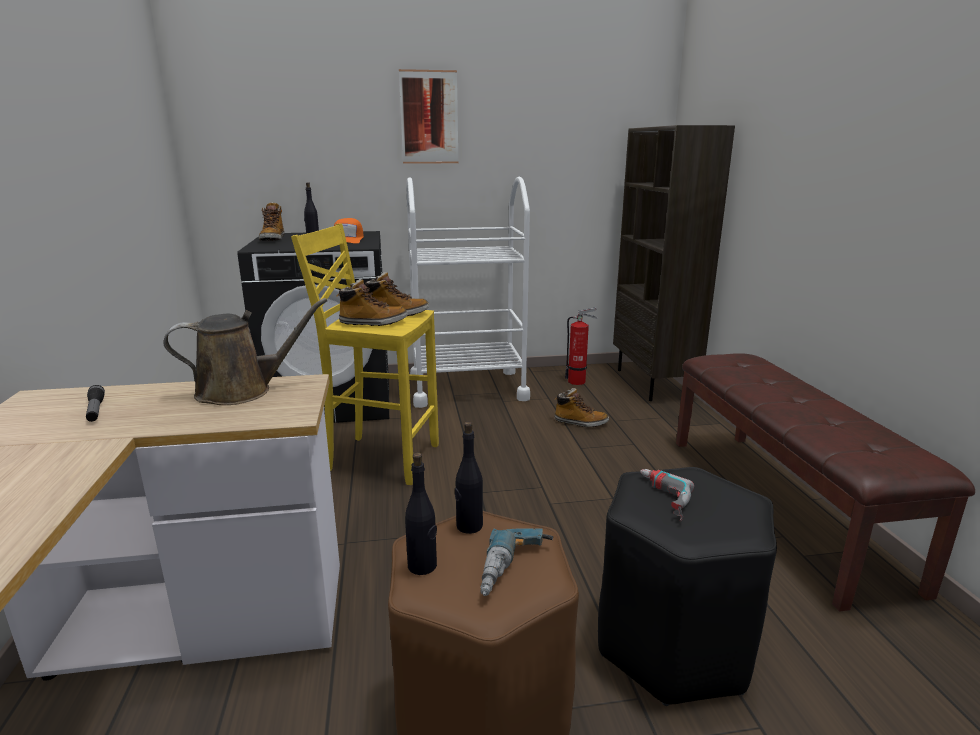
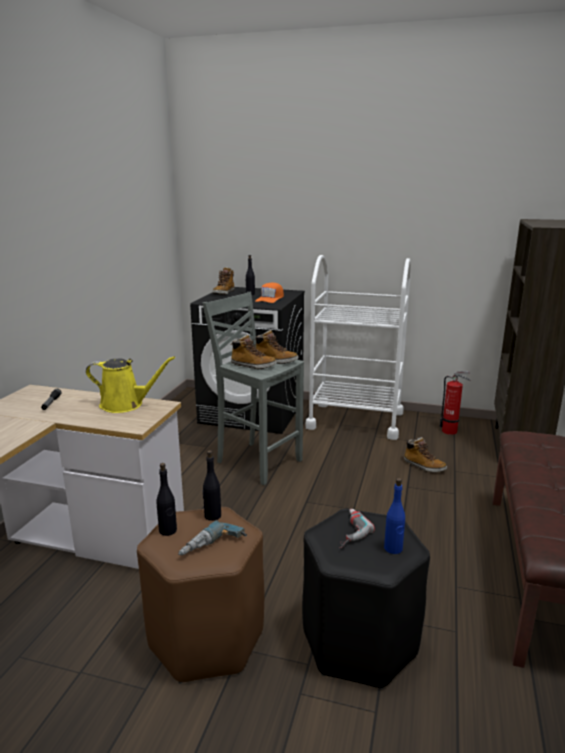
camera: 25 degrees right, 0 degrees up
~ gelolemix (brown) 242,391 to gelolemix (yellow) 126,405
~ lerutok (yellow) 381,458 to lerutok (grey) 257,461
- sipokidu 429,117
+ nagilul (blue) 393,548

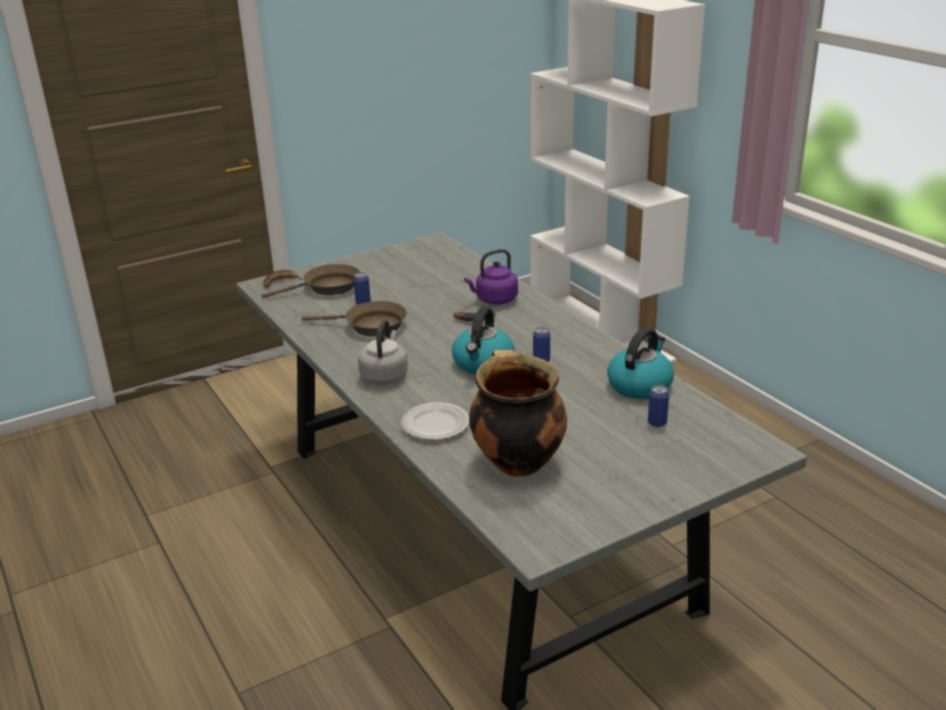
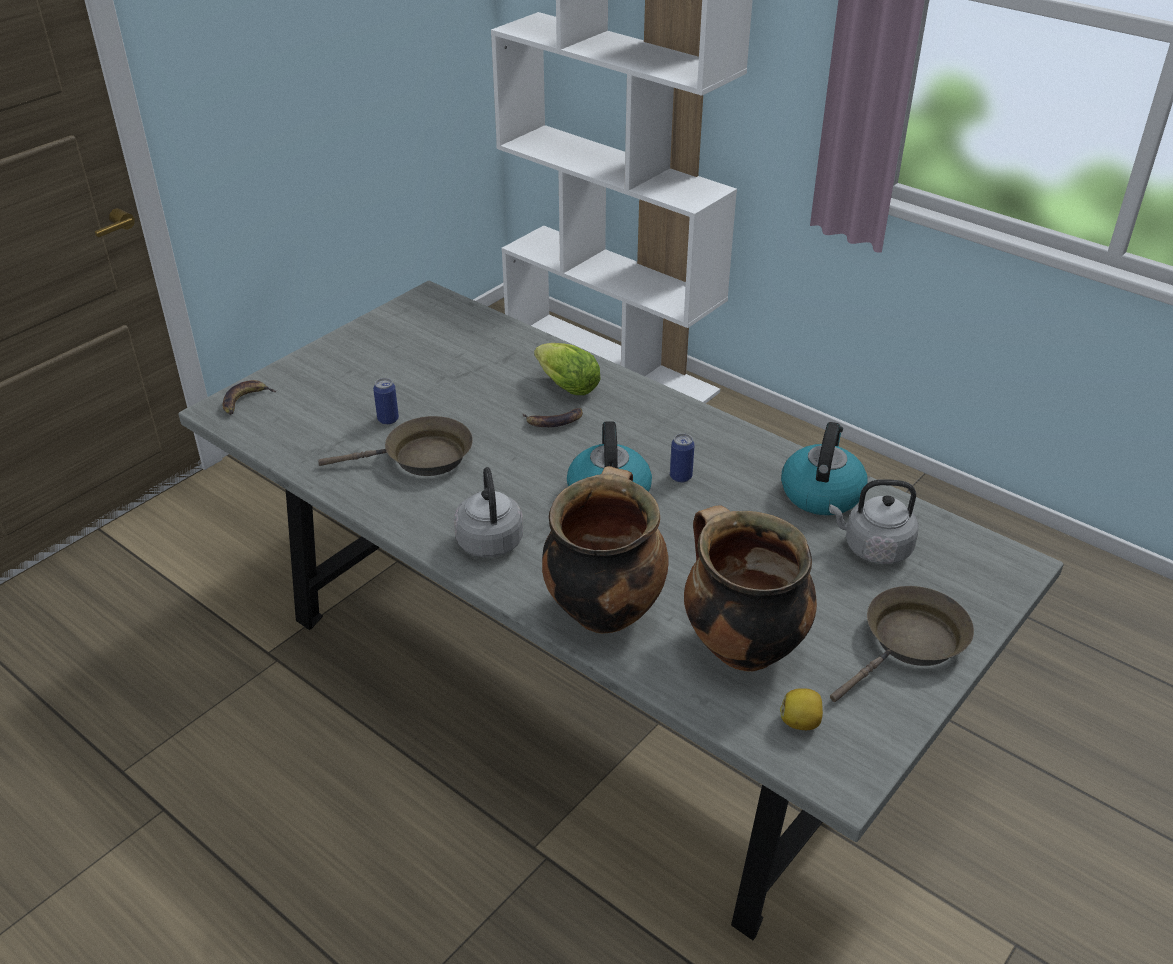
camera: 20 degrees left, 10 degrees up
~ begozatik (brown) 327,287 to 910,643
~ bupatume 435,424 to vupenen 603,609
~ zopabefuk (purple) 494,300 to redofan 564,385
~ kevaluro 657,423 to zopabefuk (grey) 873,548
+ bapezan 800,722

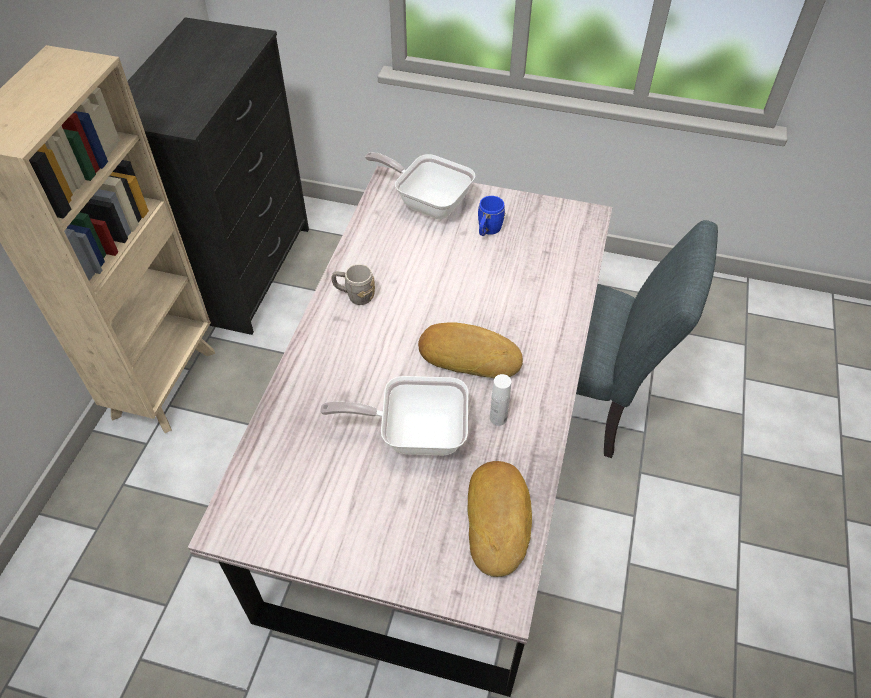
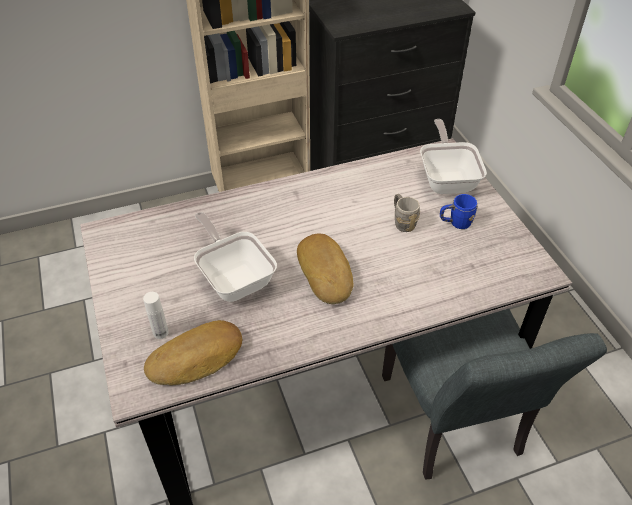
camera: 55 degrees right, 5 degrees down
~ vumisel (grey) 355,295 to 402,222
~ nagilul (white) 498,418 to 160,332

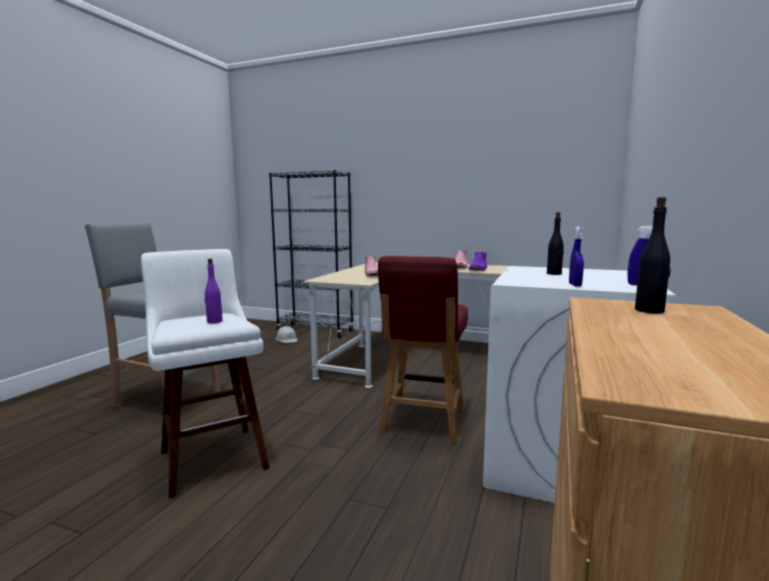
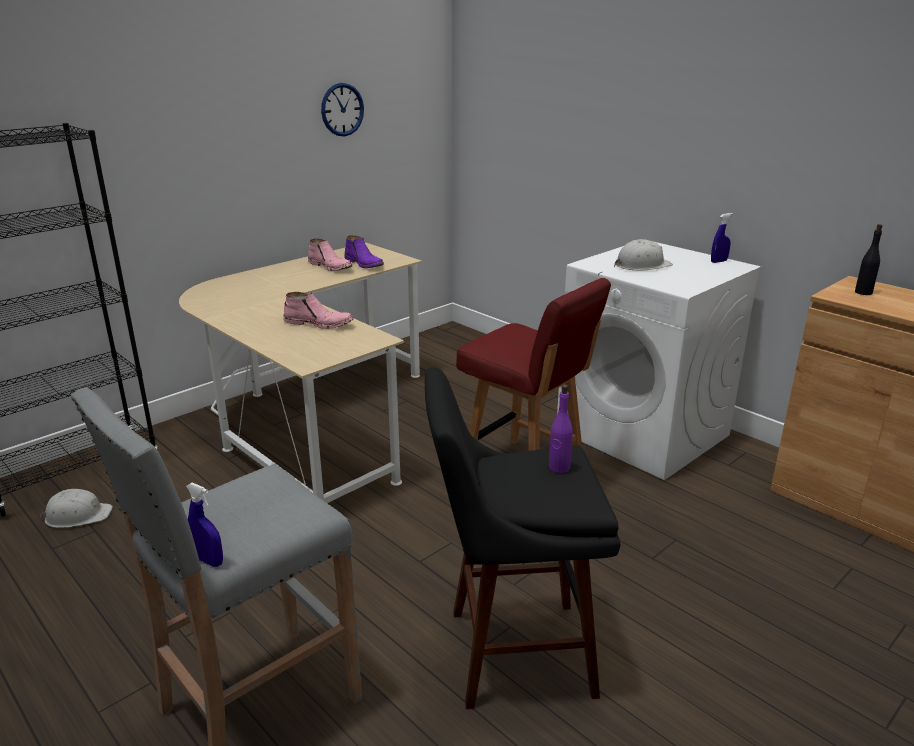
camera: 65 degrees left, 15 degrees up
~ lerutok (white) 212,455 to lerutok (black) 509,653
~ nagilul (black) 554,274 to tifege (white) 641,265
~ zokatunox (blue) 575,285 to 209,561
+ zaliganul 342,109

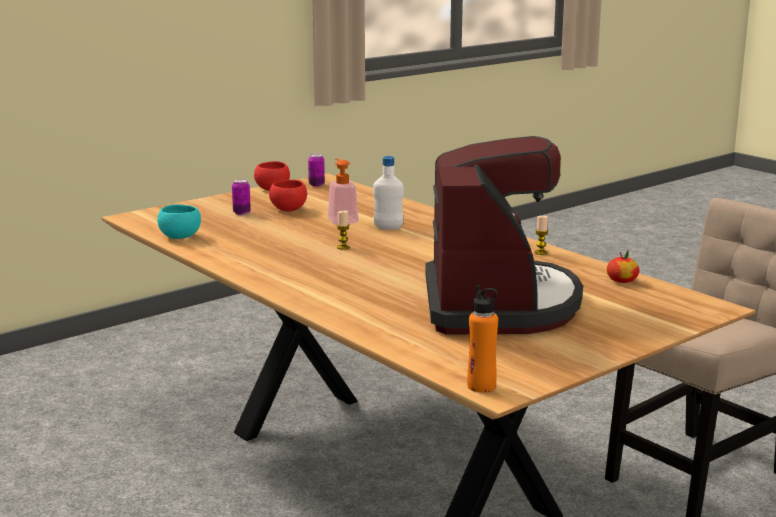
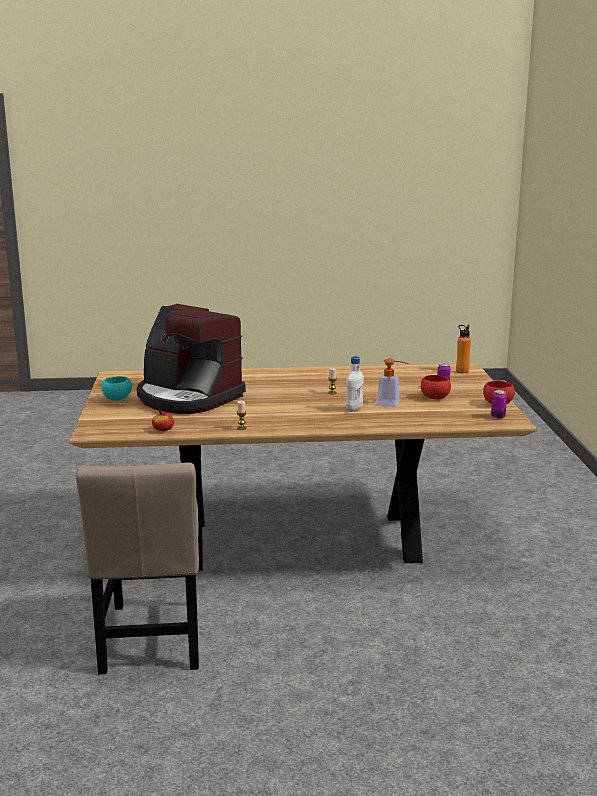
camera: 125 degrees right, 0 degrees up
~ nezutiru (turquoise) 180,237 to 117,399
~ nagilul (orange) 481,386 to 462,371

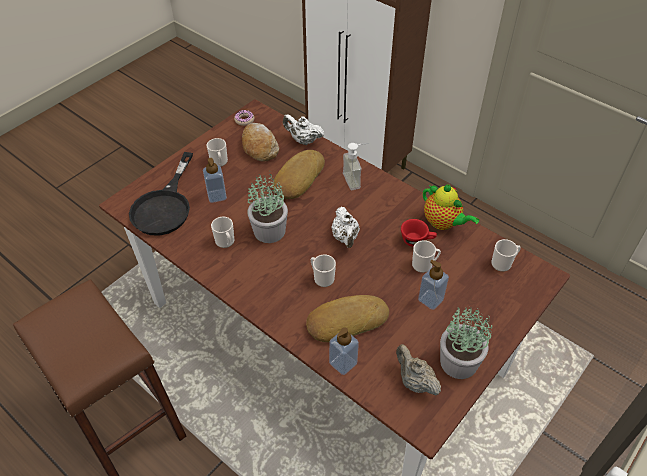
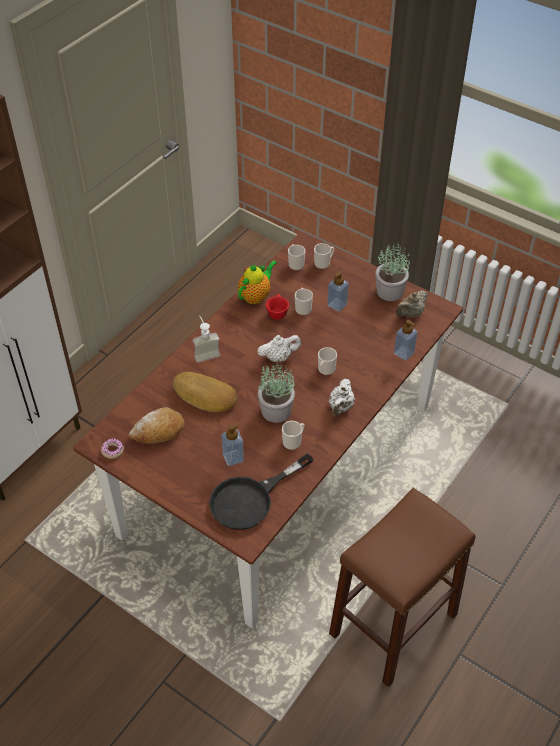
camera: 95 degrees left, 0 degrees up
~ begozatik (black) 165,206 = 250,499 135 degrees clockwise
~ vumisel 219,162 to 323,263
~ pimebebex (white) 303,140 to 341,407
- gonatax 346,320

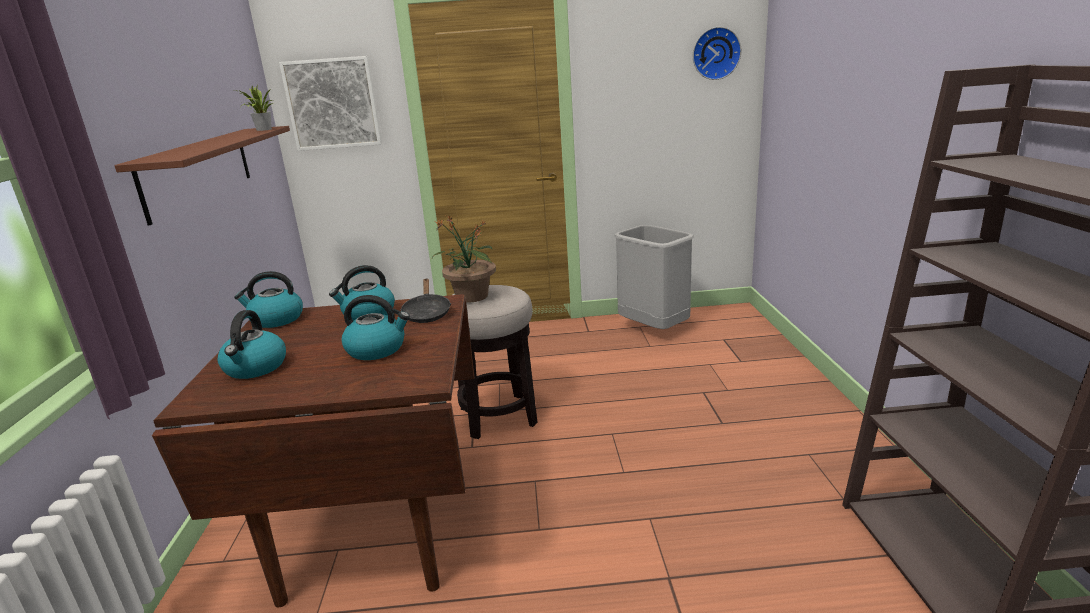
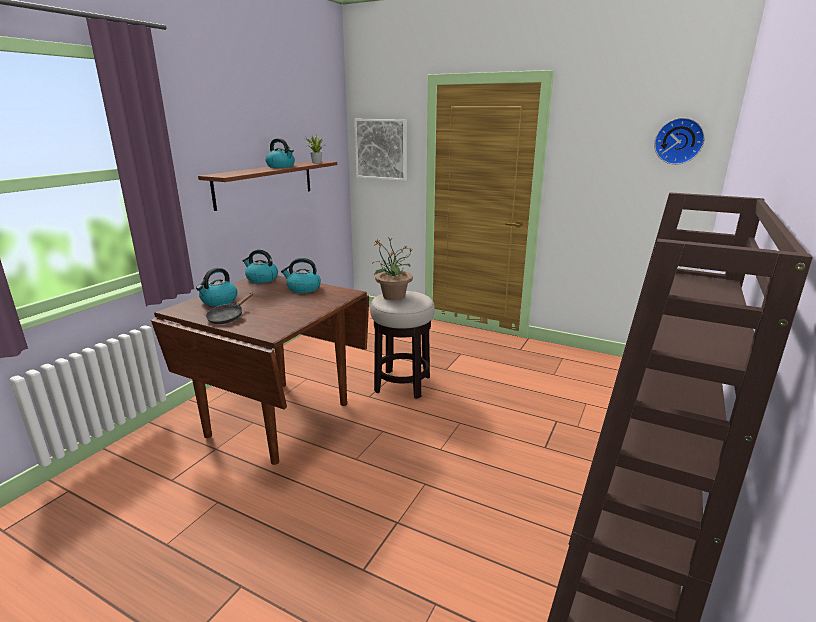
camera: 30 degrees right, 0 degrees up
~ zopabefuk 377,349 to 281,166
~ begozatik (black) 427,313 to 228,317
- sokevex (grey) 654,329

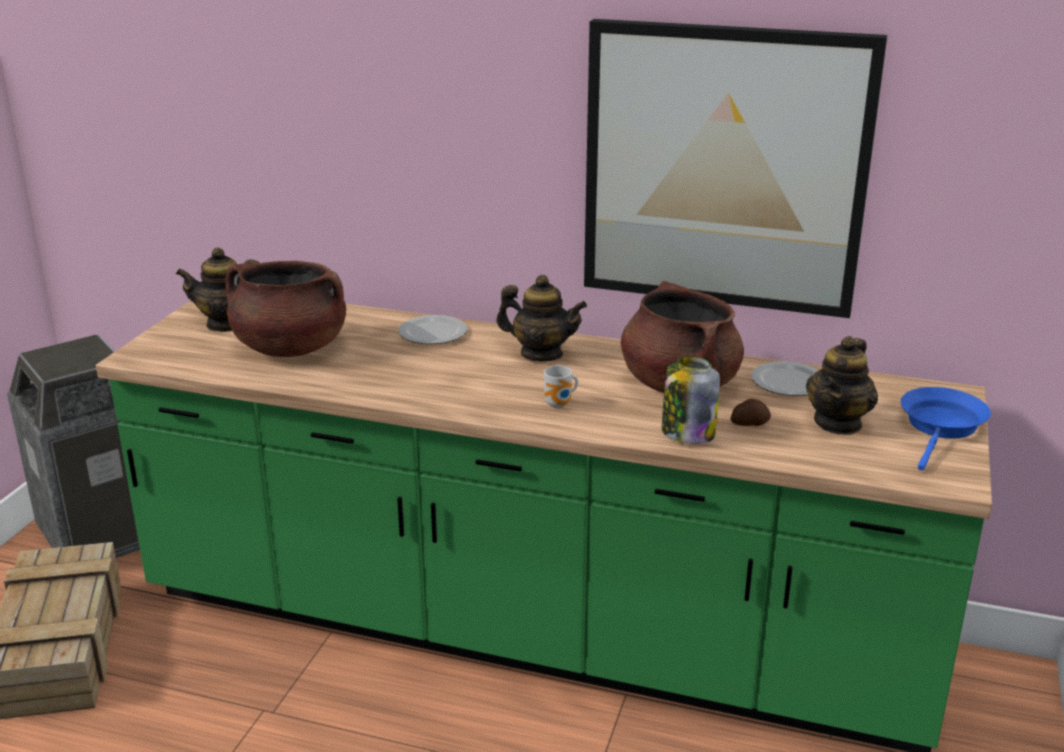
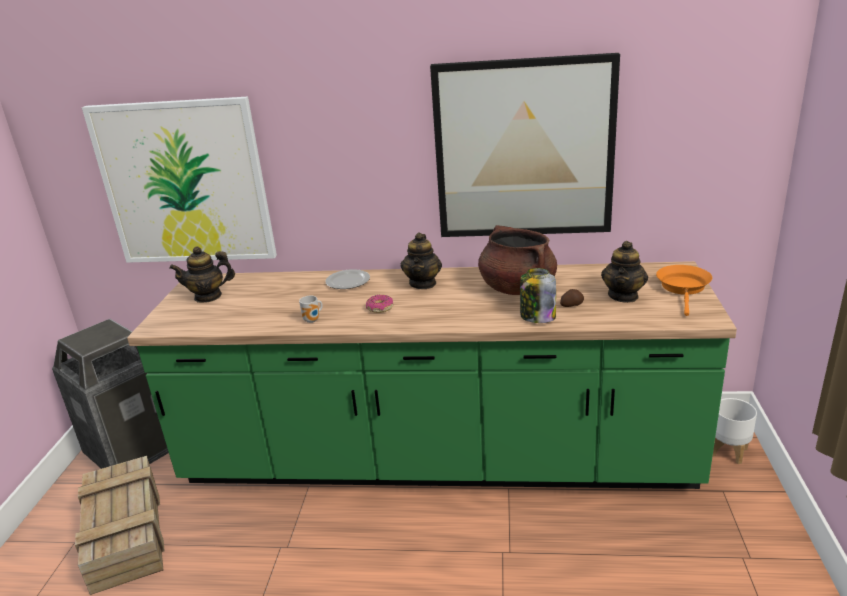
camera: 10 degrees left, 0 degrees up
- vupenen (brown) 289,348
~ pimebebex 541,354 = 423,283 90 degrees clockwise
~ vumisel 560,405 to 313,320
- bupatume 787,382
~ begozatik (blue) 941,427 to begozatik (orange) 683,288
+ sipokidu 185,183
+ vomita 380,308
+ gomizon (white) 729,452

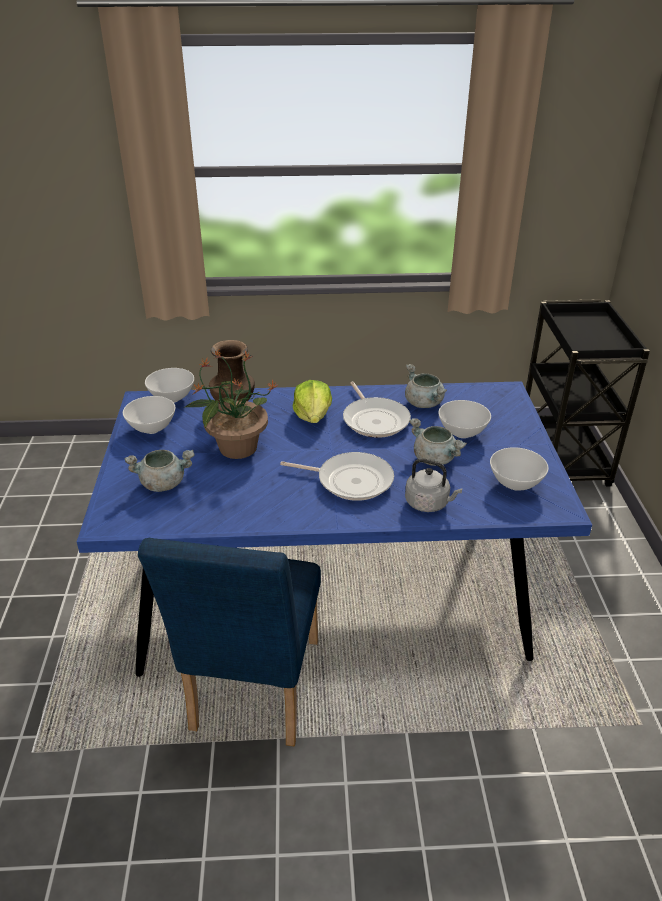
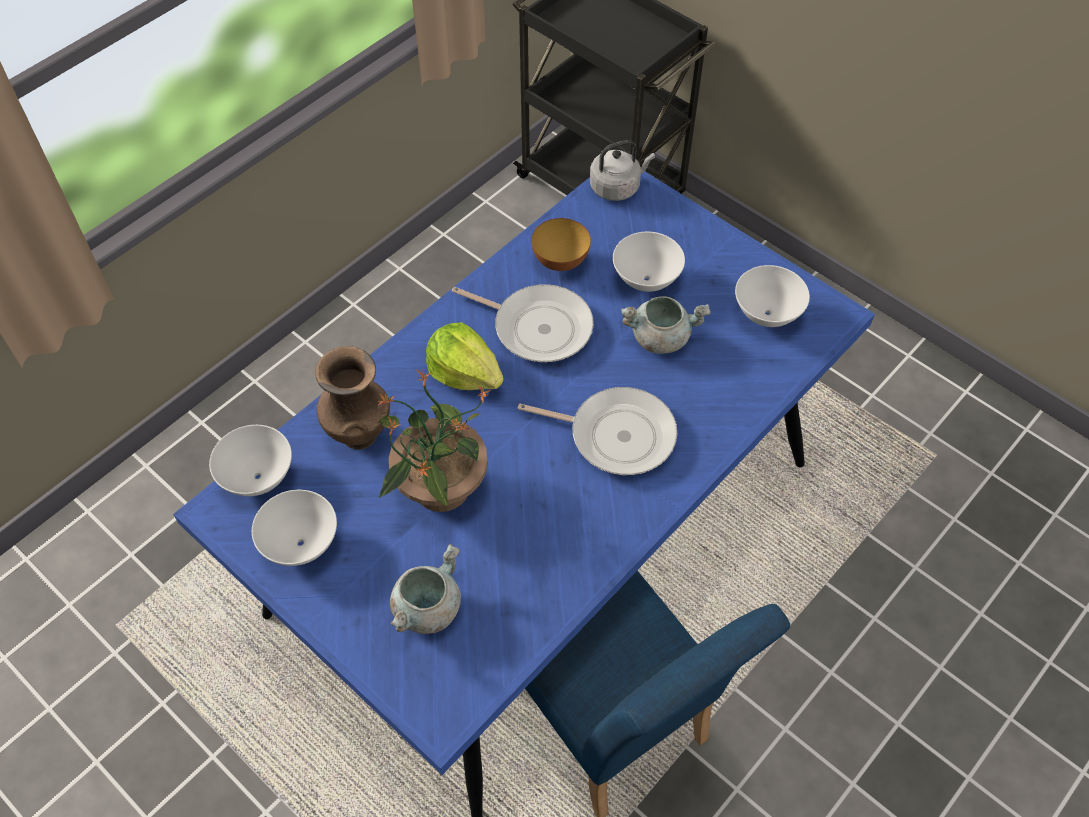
camera: 45 degrees left, 20 degrees up
~ begozatik 350,480 = 616,434 45 degrees clockwise
~ vupenen (grey) 425,403 to nezutiru 560,262
~ zopabefuk (grey) 429,503 to 617,187

